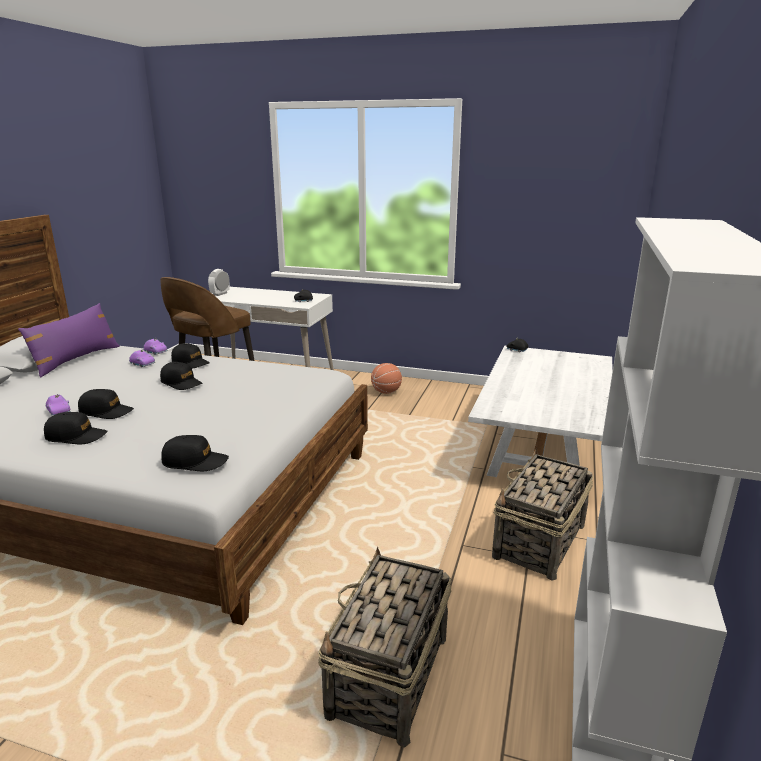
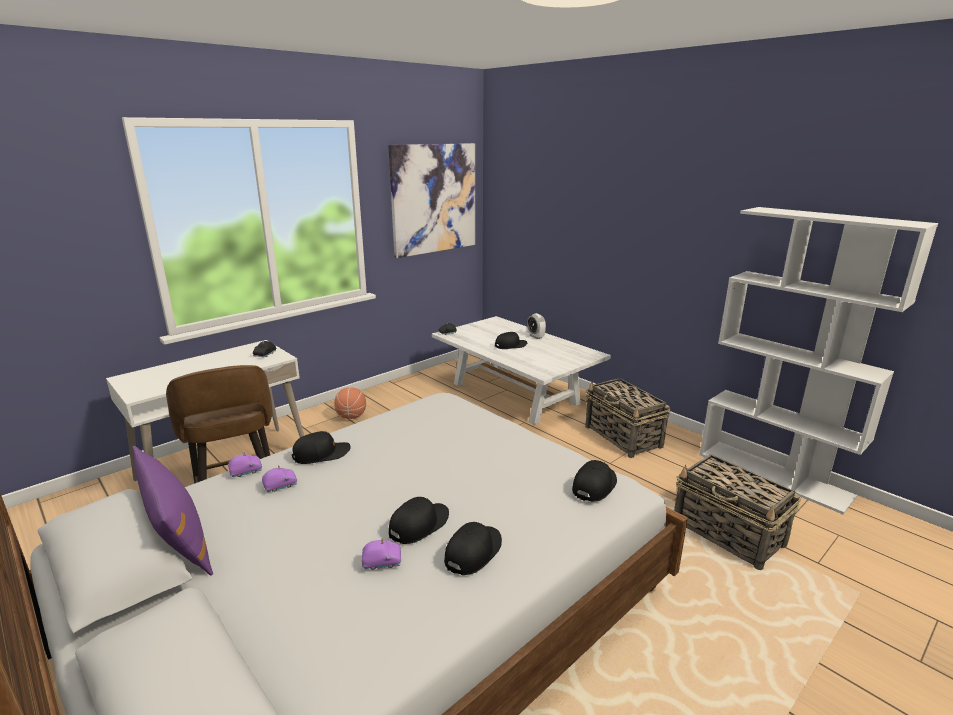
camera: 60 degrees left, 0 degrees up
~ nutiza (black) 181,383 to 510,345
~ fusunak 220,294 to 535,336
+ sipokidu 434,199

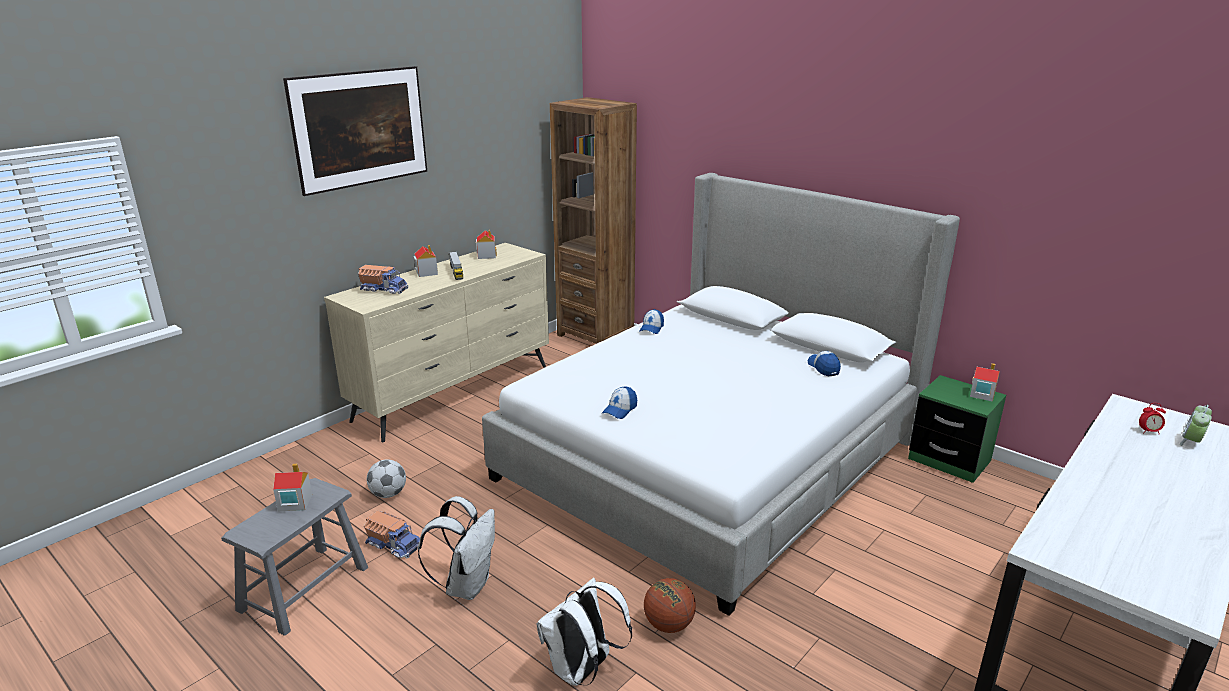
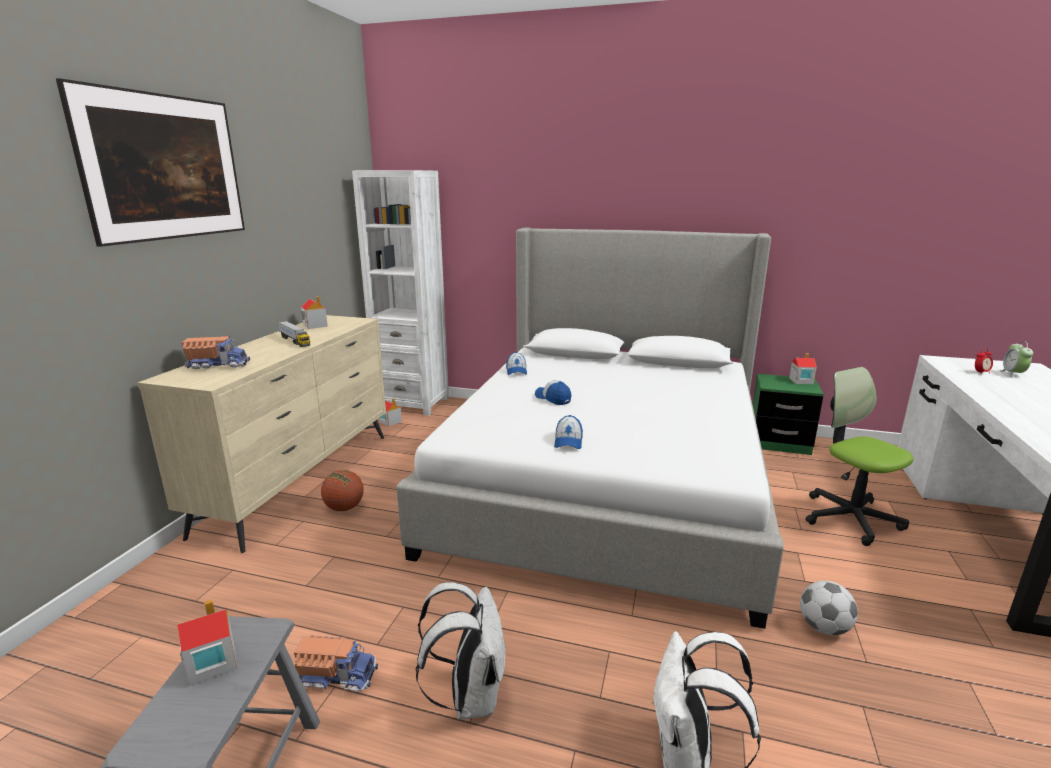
camera: 25 degrees left, 5 degrees down
~ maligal 388,494 to 824,628
~ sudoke 426,272 to 390,421
~ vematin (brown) 595,335 to vematin (white) 412,403
~ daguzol 668,625 to 344,508
~ nutiza 823,368 to 553,398
+ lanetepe 850,518

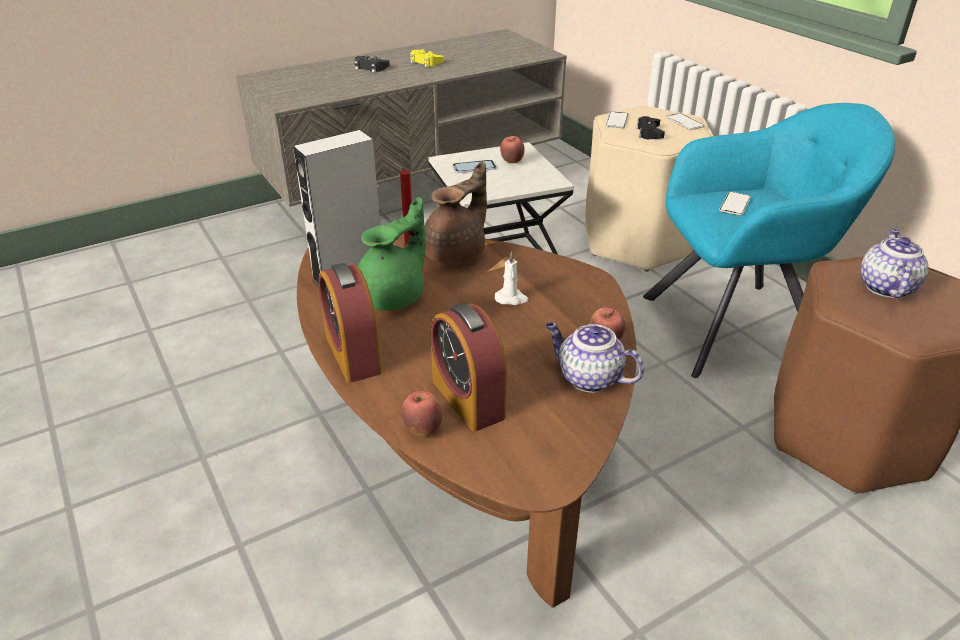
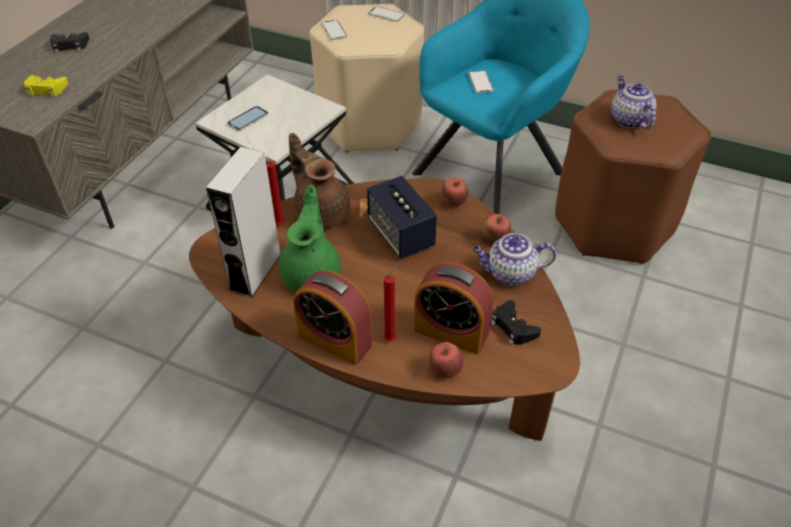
camera: 35 degrees left, 10 degrees up
~ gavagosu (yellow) 425,62 to 46,90
~ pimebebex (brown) 457,253 = 321,212 45 degrees counterclockwise
~ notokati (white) 511,298 to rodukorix 401,234
~ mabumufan 512,161 to 454,203
~ gavagosu (black) 649,133 to 513,327
+ notokati (red) 391,338

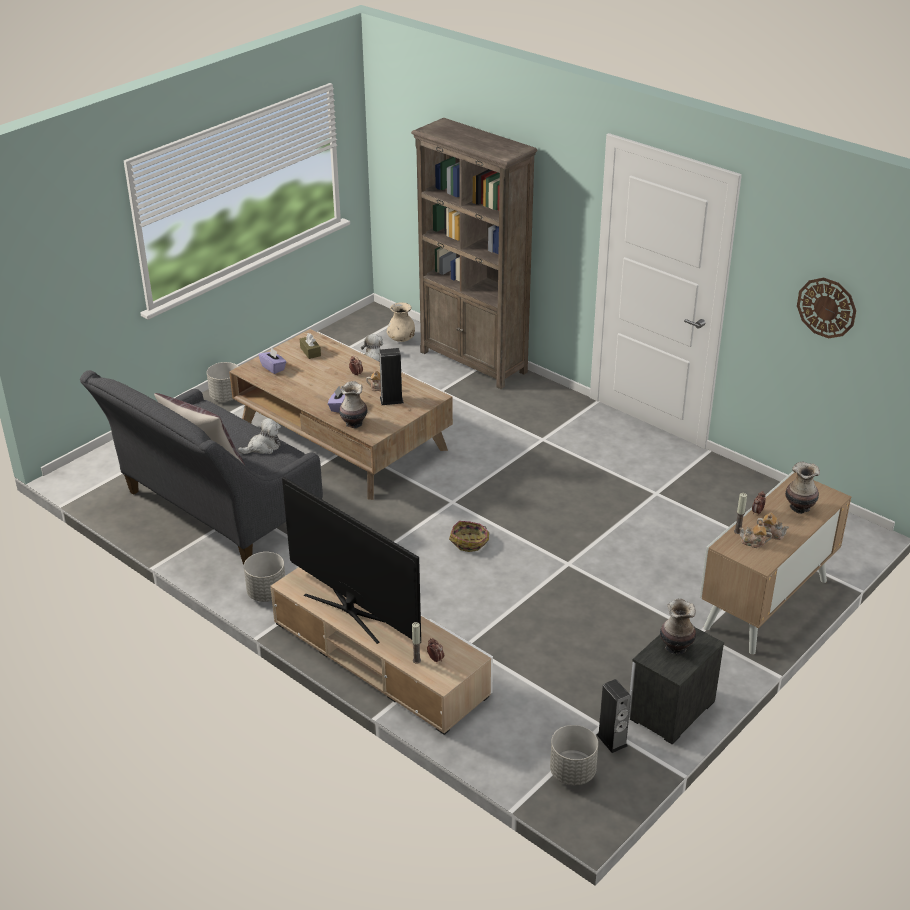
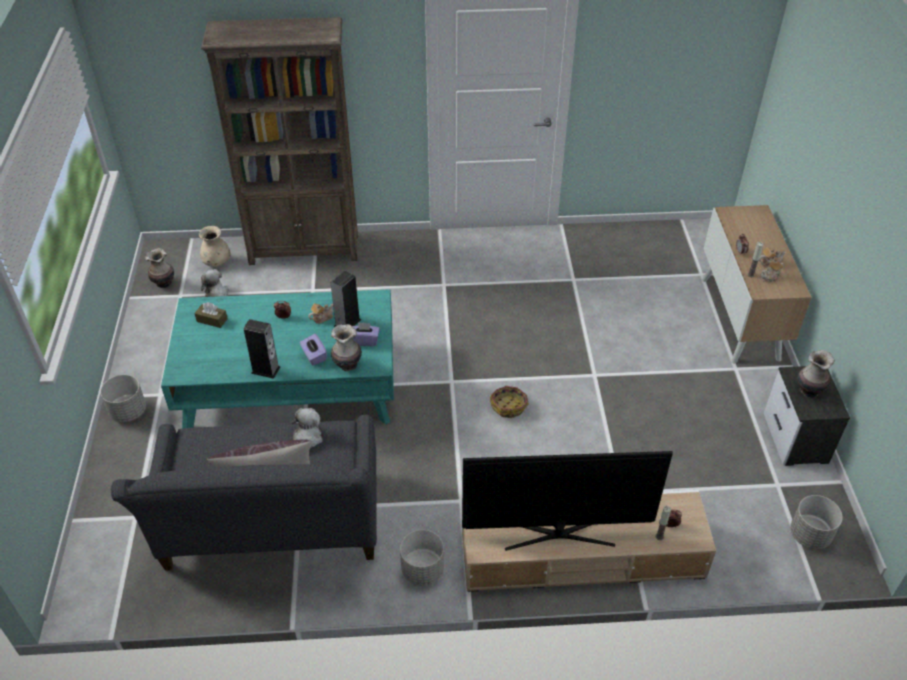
camera: 45 degrees left, 10 degrees up
~ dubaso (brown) 342,437 to dubaso (turquoise) 289,383
~ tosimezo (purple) 273,368 to 365,341
~ rodukorix 612,740 to 265,370
~ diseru 800,507 to 164,283
- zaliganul 826,307

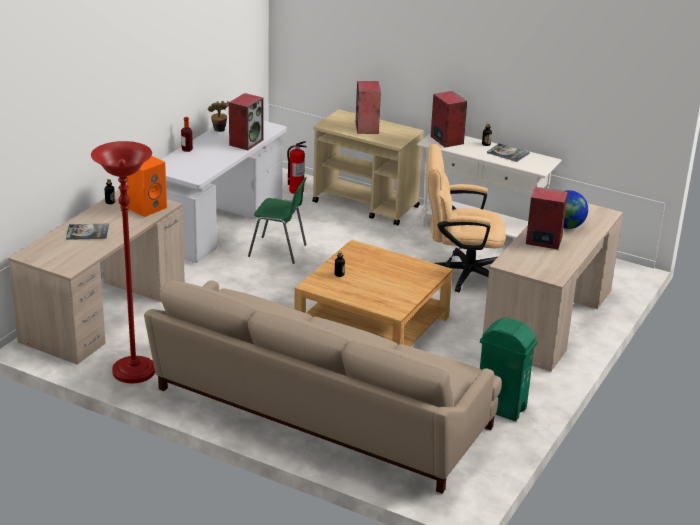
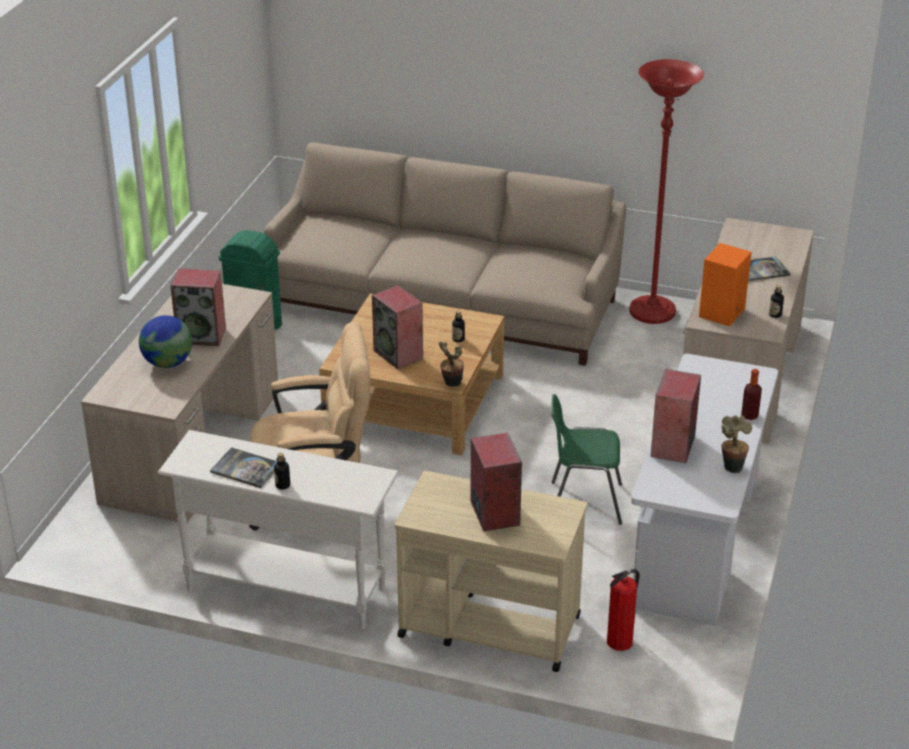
camera: 170 degrees right, 5 degrees up
~ rodukorix 446,140 to 399,354
+ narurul 451,383

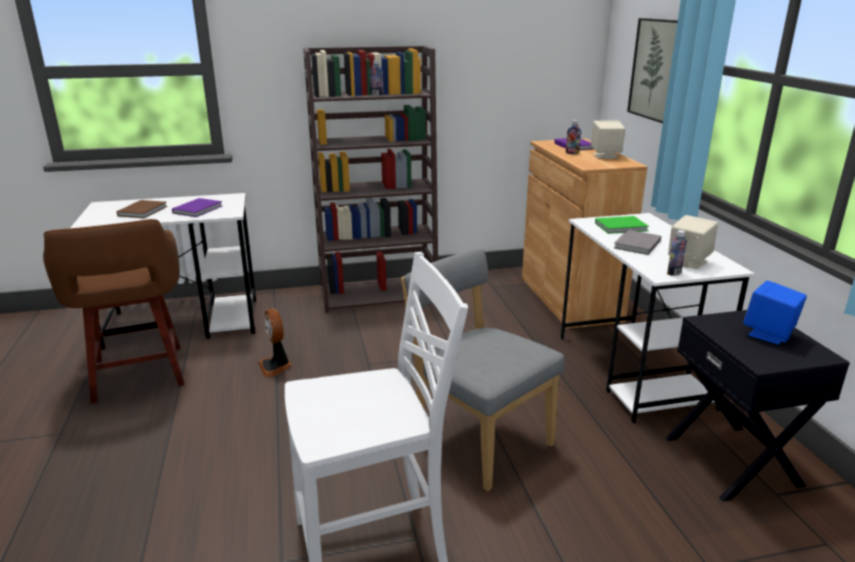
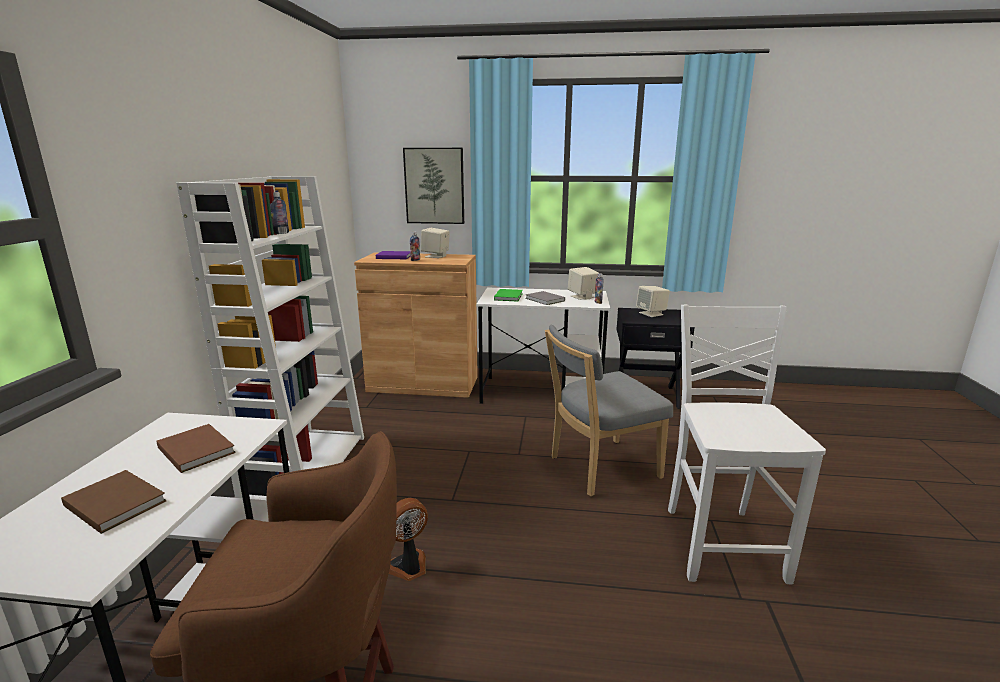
camera: 70 degrees left, 5 degrees down
~ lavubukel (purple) 199,209 to lavubukel (brown) 197,449
~ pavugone 276,366 = 408,567 150 degrees clockwise
~ vematin (brown) 379,294 to vematin (white) 306,467
~ rodukorix (blue) 769,334 to rodukorix (beige) 651,314

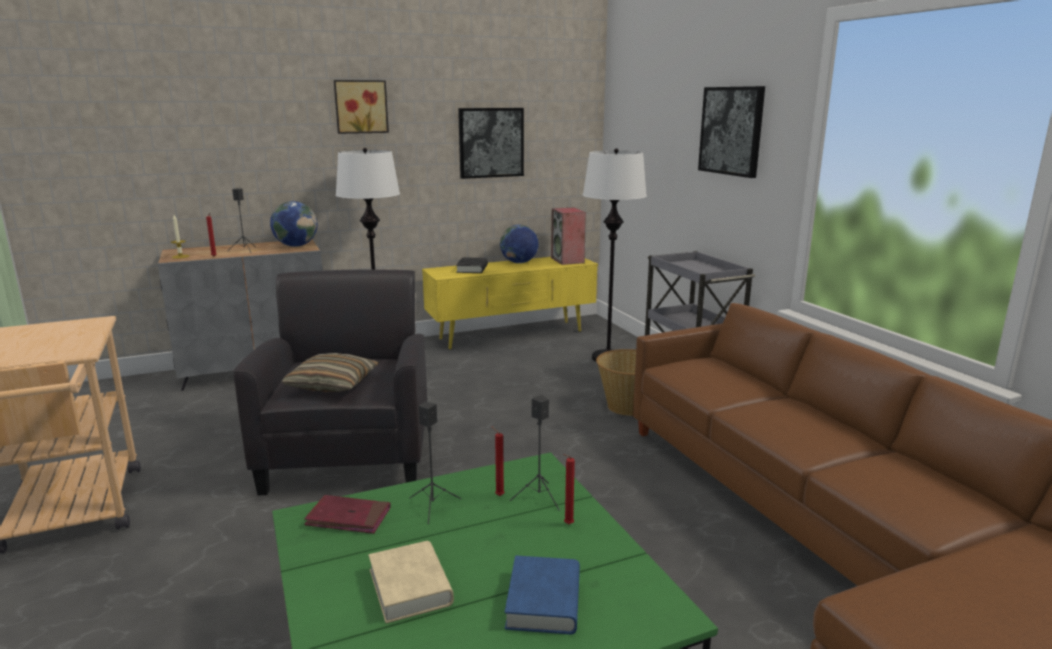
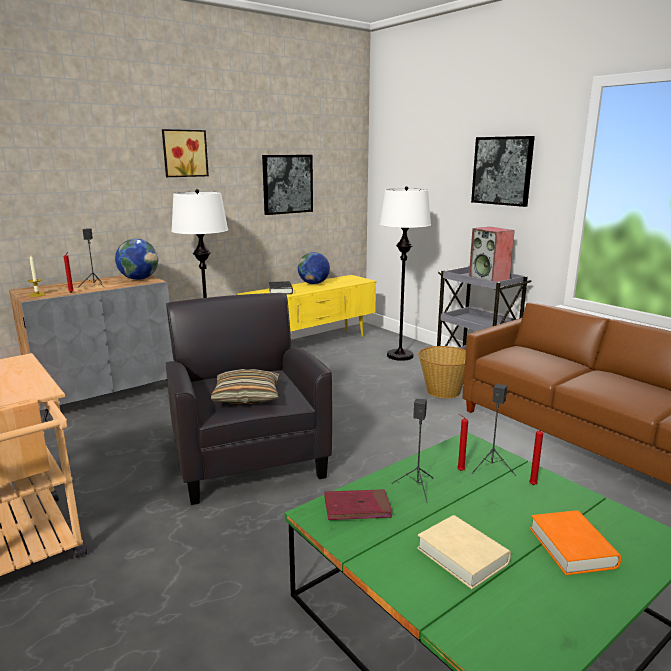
camera: 15 degrees left, 0 degrees up
~ lavubukel (blue) 544,601 to lavubukel (orange) 572,547
~ rodukorix 568,260 to 489,280

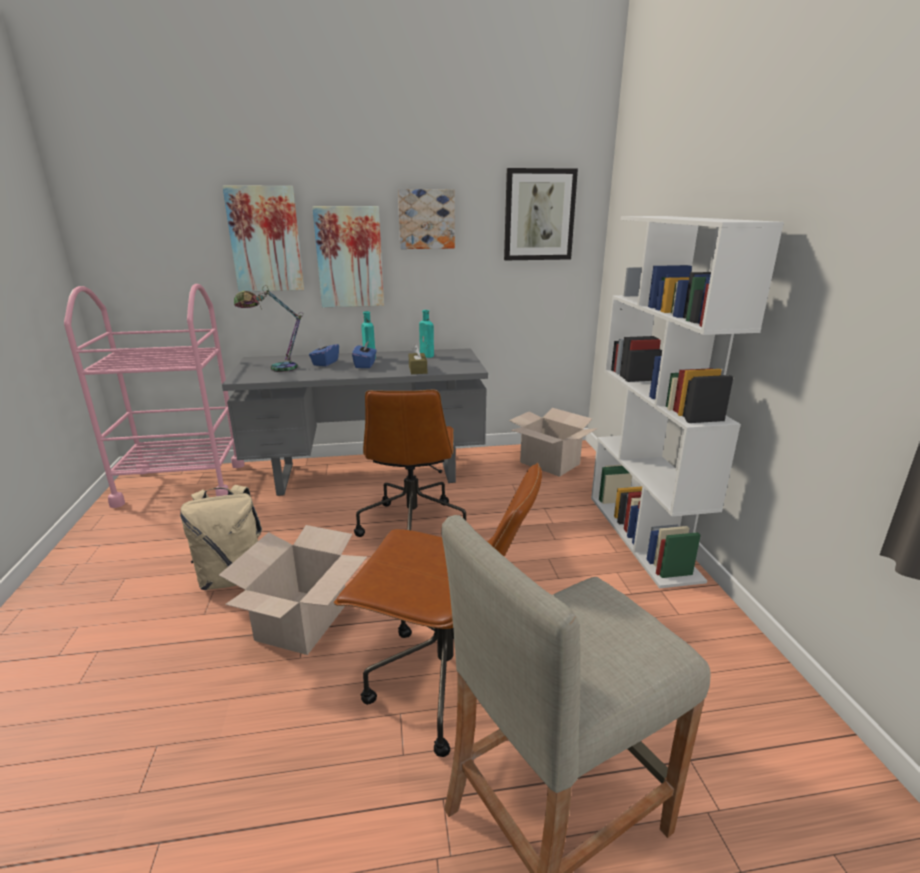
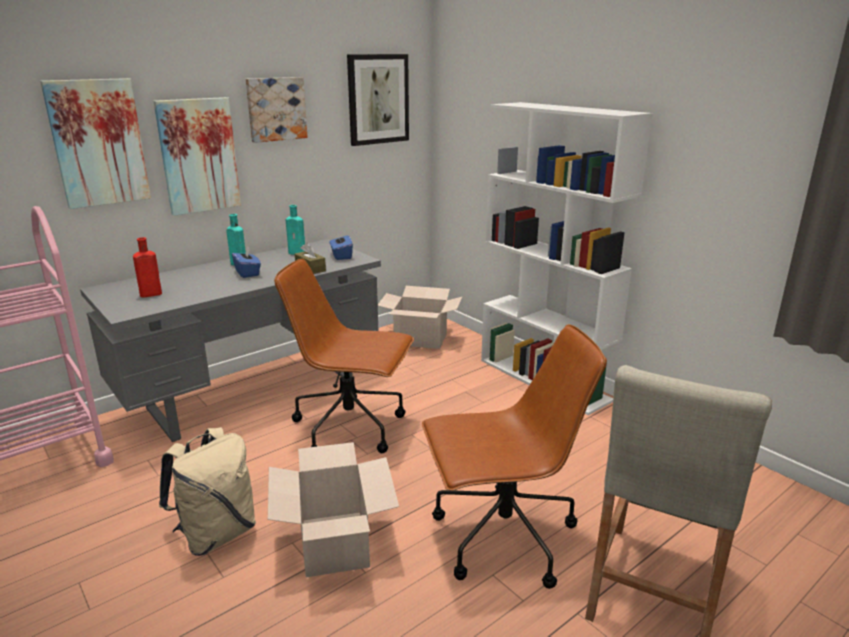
camera: 30 degrees left, 0 degrees up
~ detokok 275,369 to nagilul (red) 149,294
~ tosimezo (blue) 325,363 to 341,256
~ lanetepe (brown) 412,525 = 351,427 135 degrees clockwise

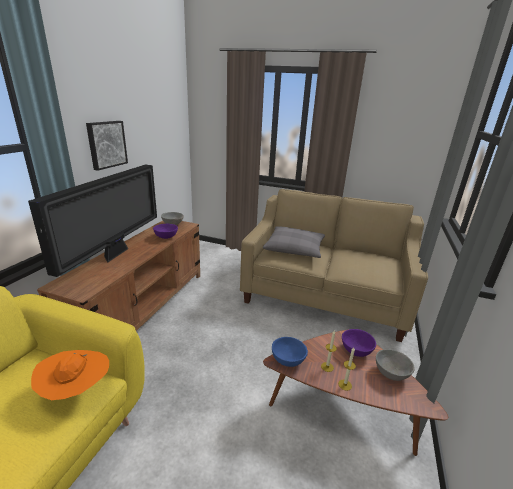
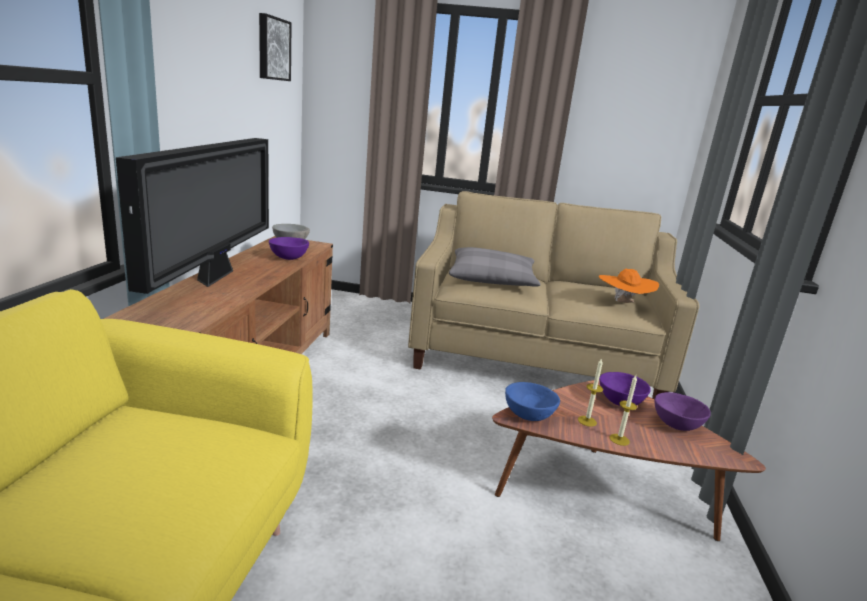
camera: 10 degrees left, 5 degrees down
~ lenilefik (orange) 76,390 to 623,304
~ sipokidu 106,144 to 272,49
~ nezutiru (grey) 390,373 to nezutiru (purple) 675,425

